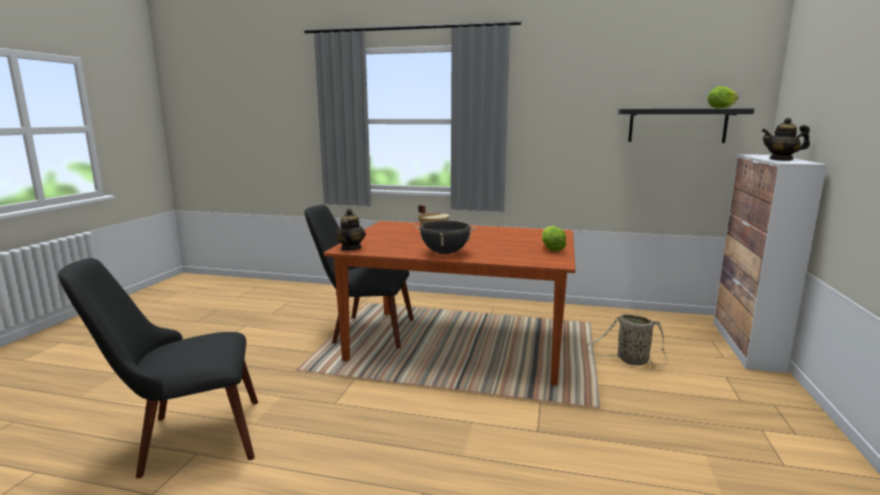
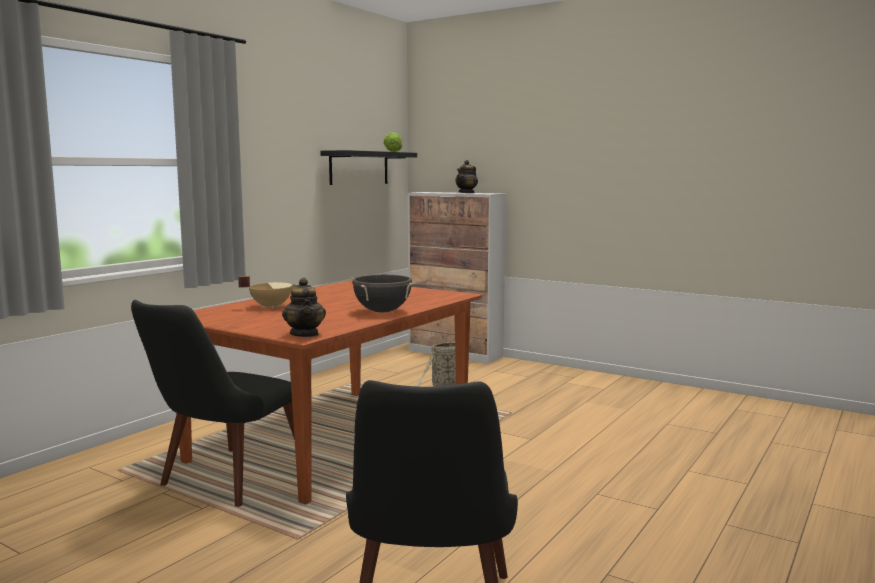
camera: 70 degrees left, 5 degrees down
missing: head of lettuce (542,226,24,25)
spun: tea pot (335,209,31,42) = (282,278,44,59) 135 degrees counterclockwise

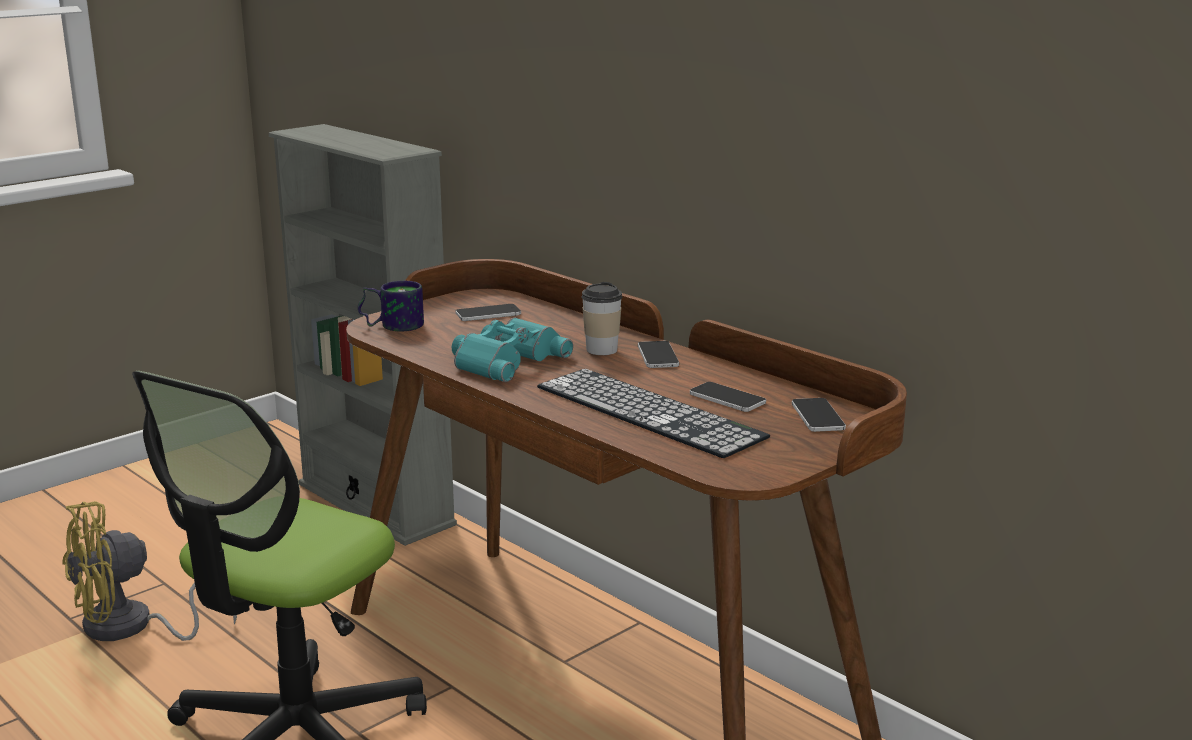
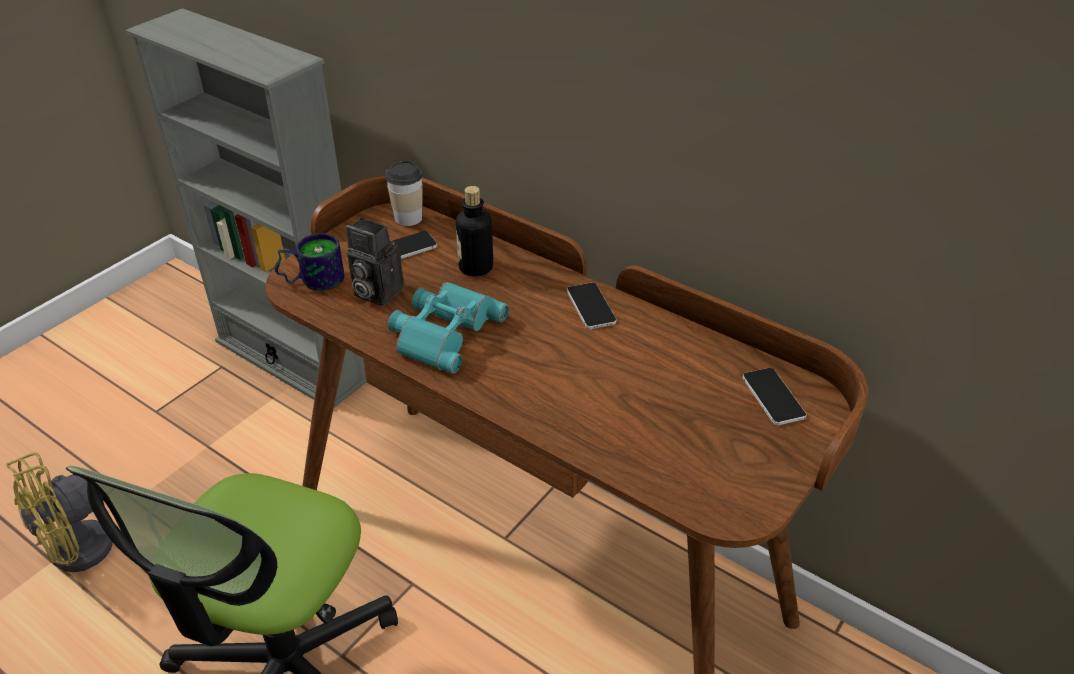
camera: 10 degrees left, 20 degrees up
missing: computer keyboard (537,369,233,89); handset (690,382,76,30)
appeared: still camera (346,218,58,88); bottle (456,186,37,90)
relocated: small cup (581,282,41,73) to (385,160,38,66)

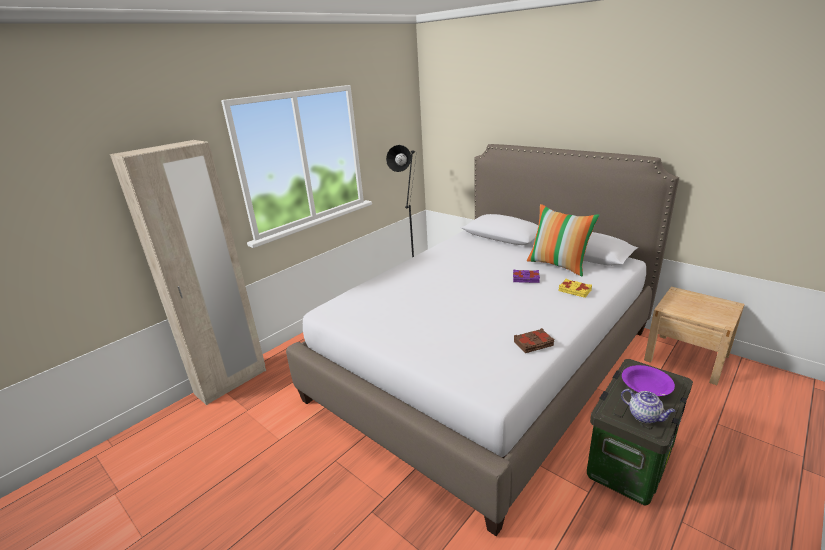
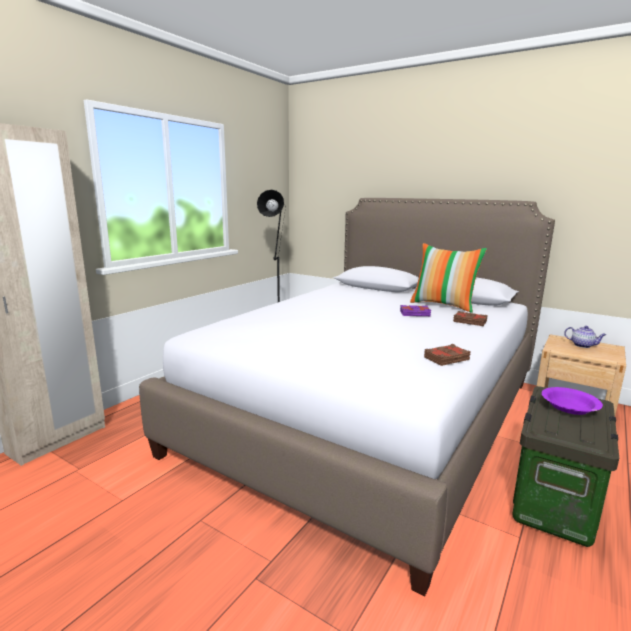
camera: 10 degrees left, 10 degrees down
relocated: tea pot (621,389,55,34) to (564,326,42,22)
colour: yellow bound book (558,279,34,19) to brown-coloured bound book (453,311,35,15)

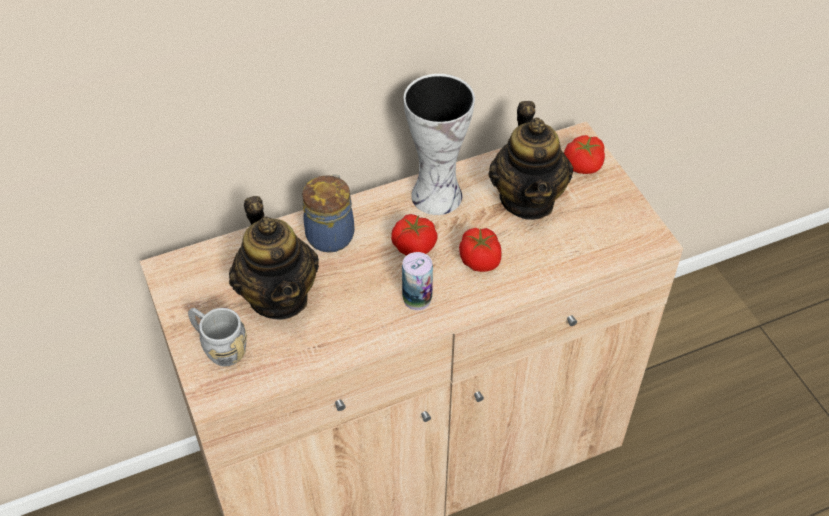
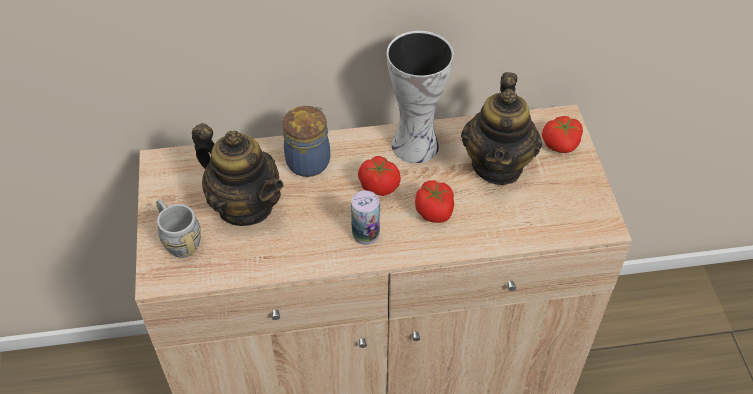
camera: 15 degrees right, 0 degrees up
spun: tea pot (229,196,90,124) = (192,123,91,103) 45 degrees counterclockwise

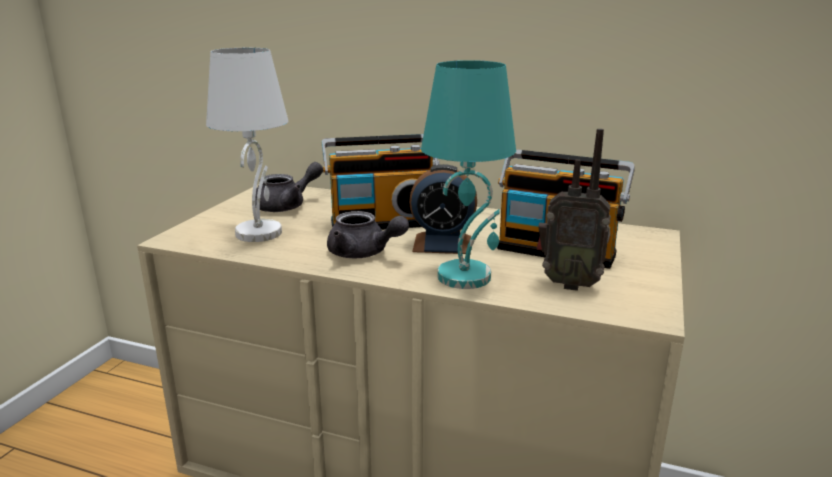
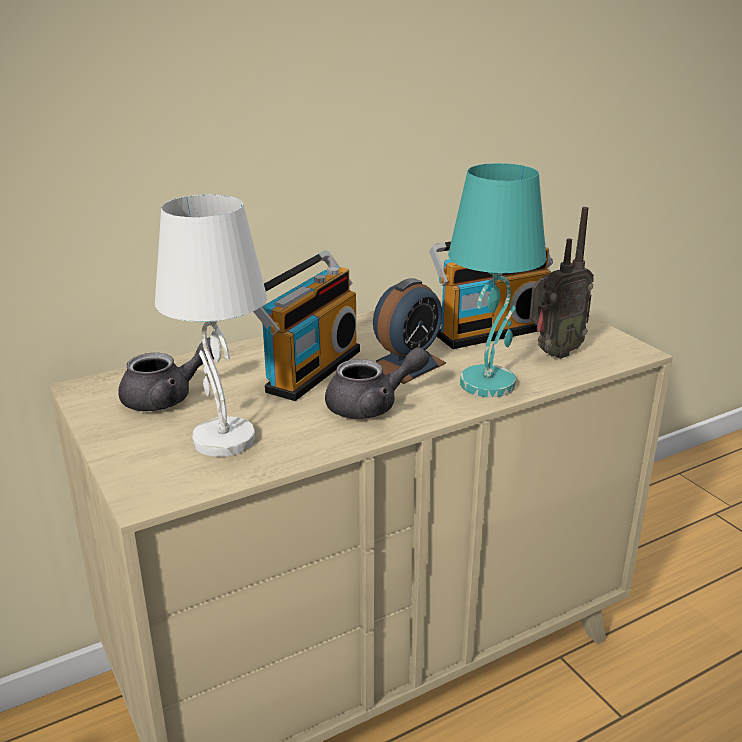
camera: 50 degrees left, 5 degrees up
spun: greyish tea pot (255,162,68,50) = (118,338,96,73) 60 degrees clockwise

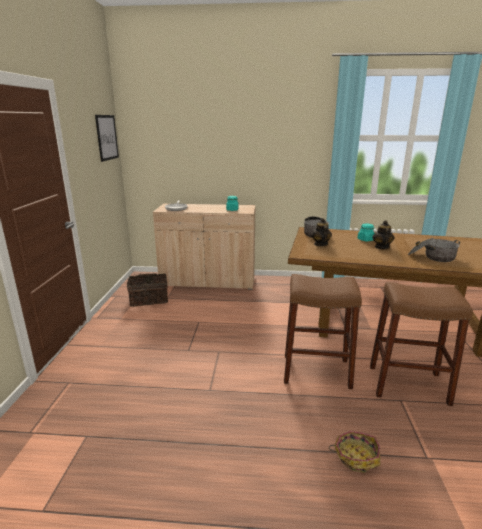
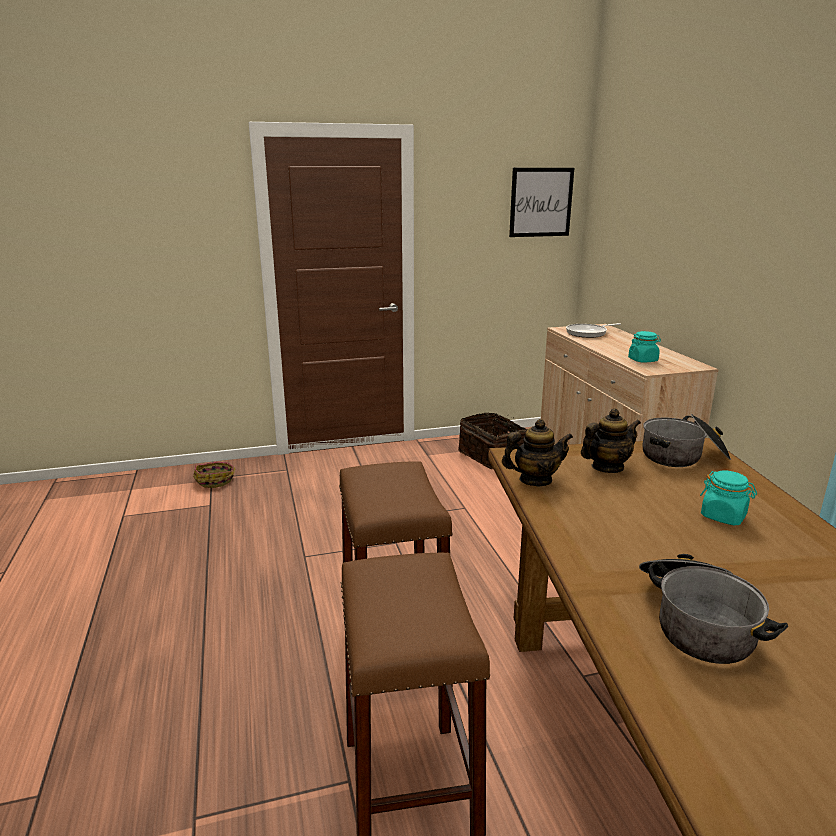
camera: 70 degrees right, 0 degrees up
relocated: storage basket (329,431,51,42) to (193,462,43,26); tea pot (372,220,22,29) to (502,419,71,67)

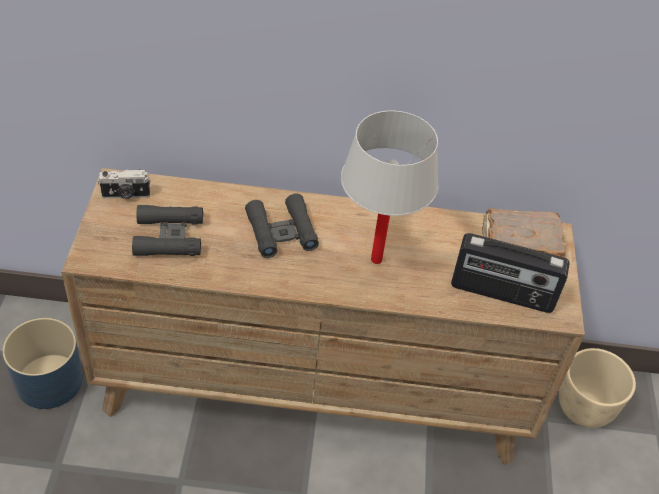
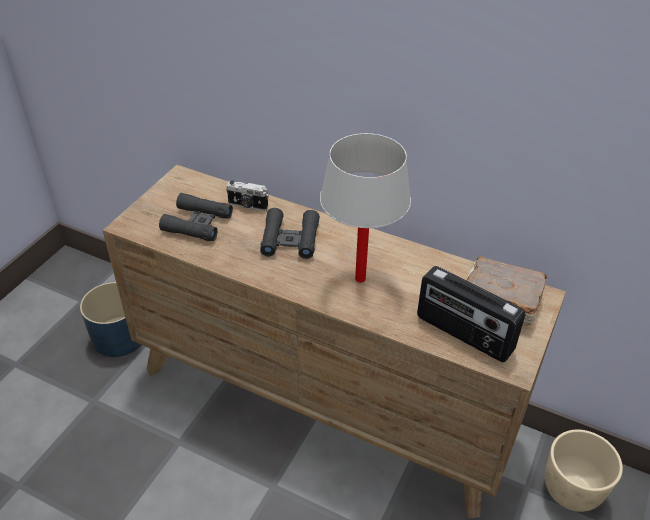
camera: 25 degrees right, 5 degrees down
relocated: still camera (98,170,53,29) to (226,180,43,31)

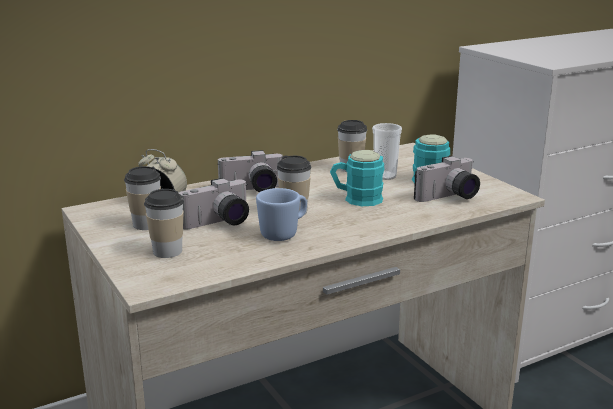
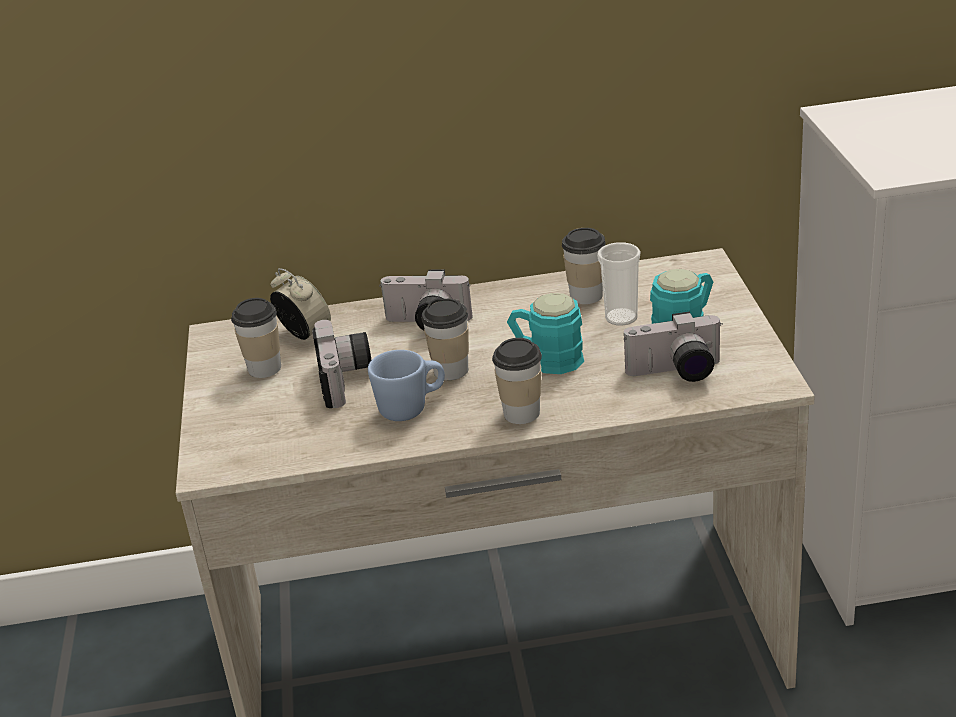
camera: 25 degrees right, 10 degrees up
relocated: small cup (144,189,40,69) to (492,338,50,86)
spun: still camera (179,178,70,51) = (312,320,59,88) 90 degrees counterclockwise

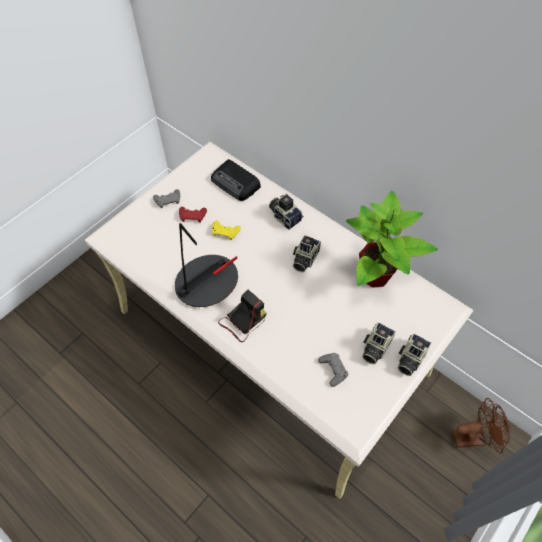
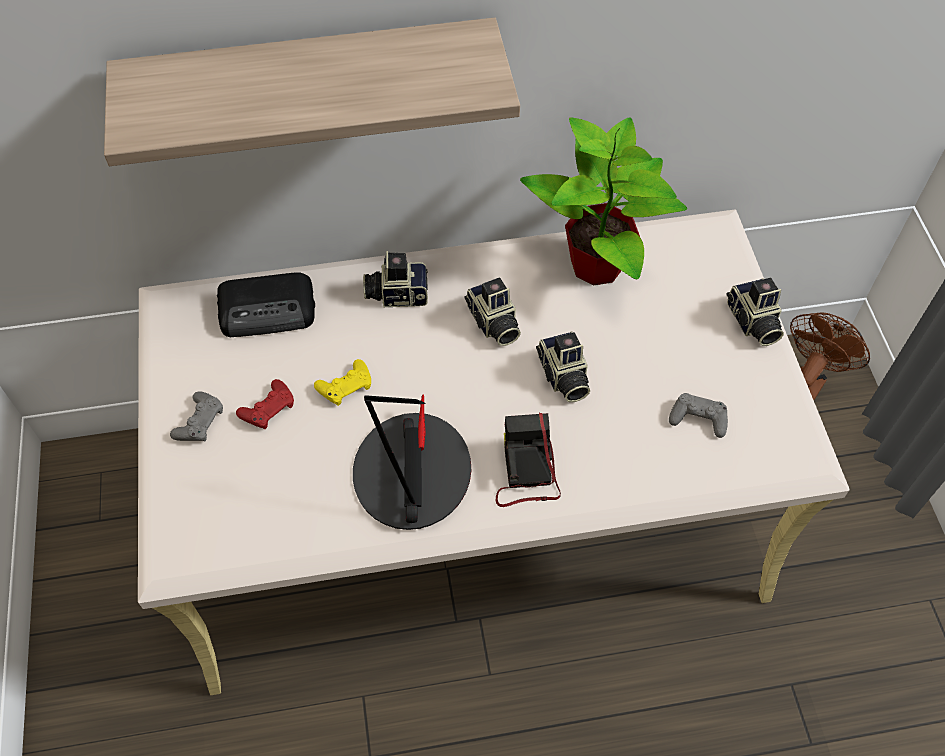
camera: 50 degrees left, 0 degrees up
appeared: shelf (104,17,416,149)
relocated: still camera (362,323,34,41) to (536,331,54,71)

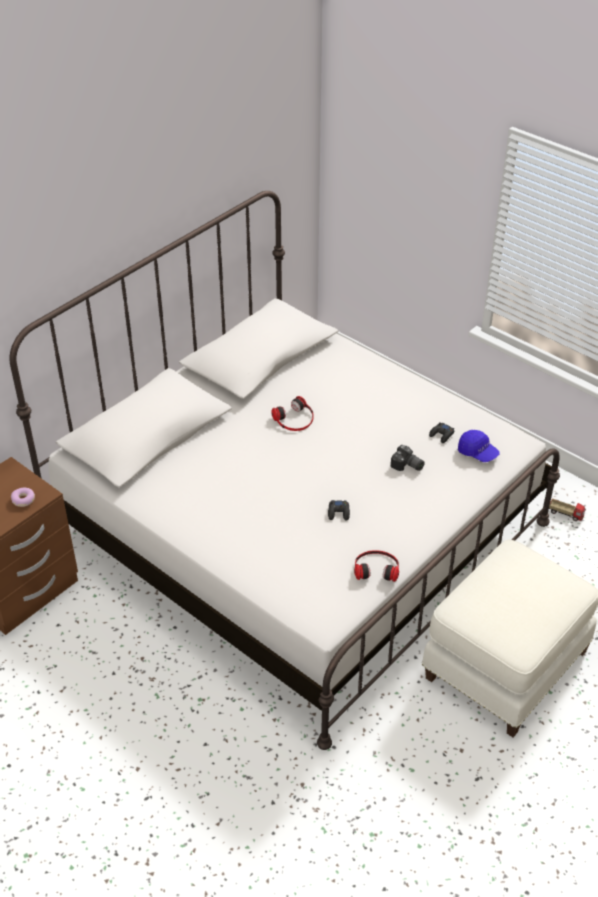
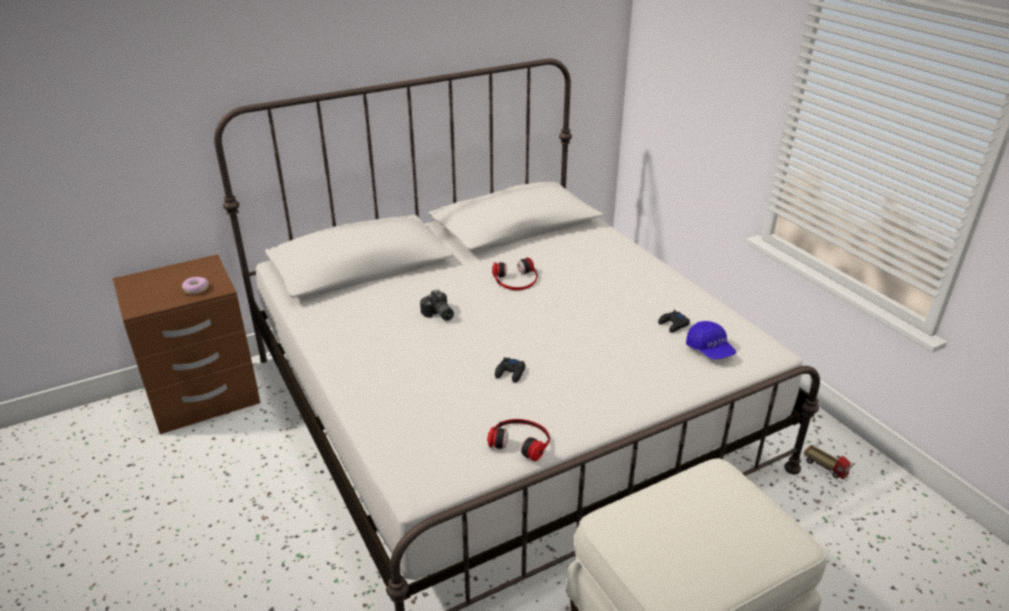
camera: 20 degrees right, 10 degrees down
relocated: still camera (391,445,34,26) to (420,290,34,31)

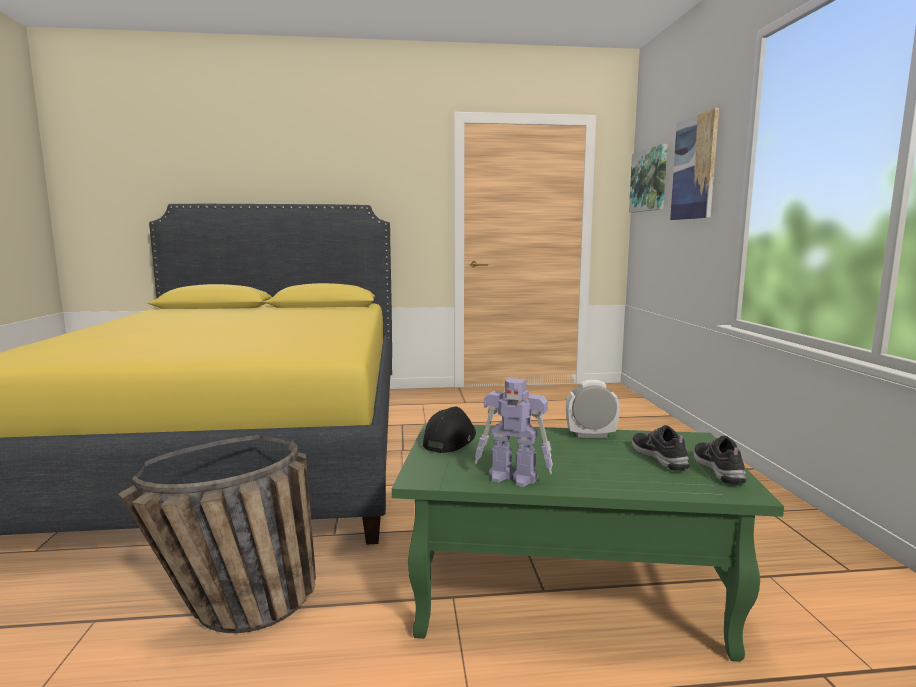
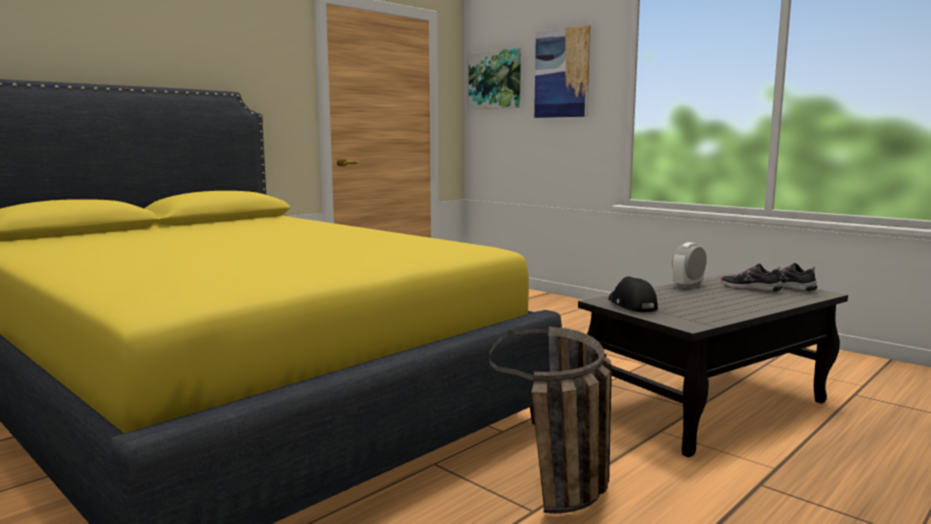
camera: 40 degrees left, 0 degrees up
missing: toy robot (474,378,79,109)
colour: green-coloured lounge table (392,423,392,239) to black lounge table (578,273,270,184)

